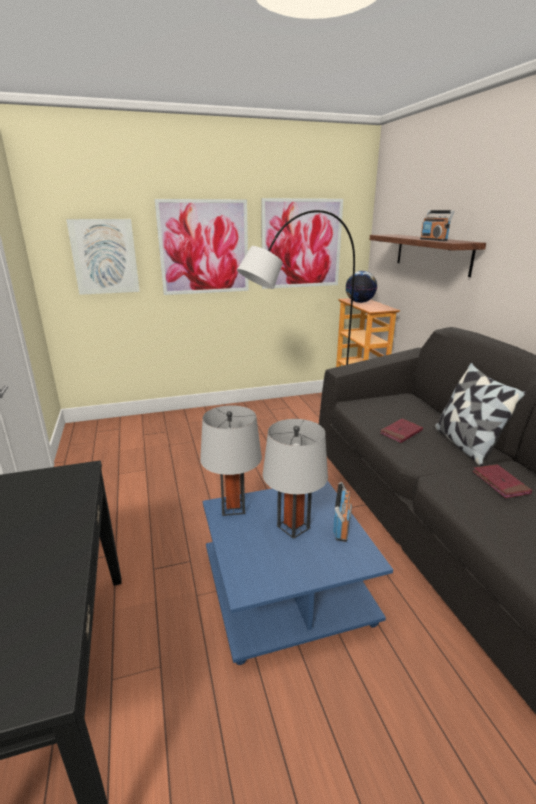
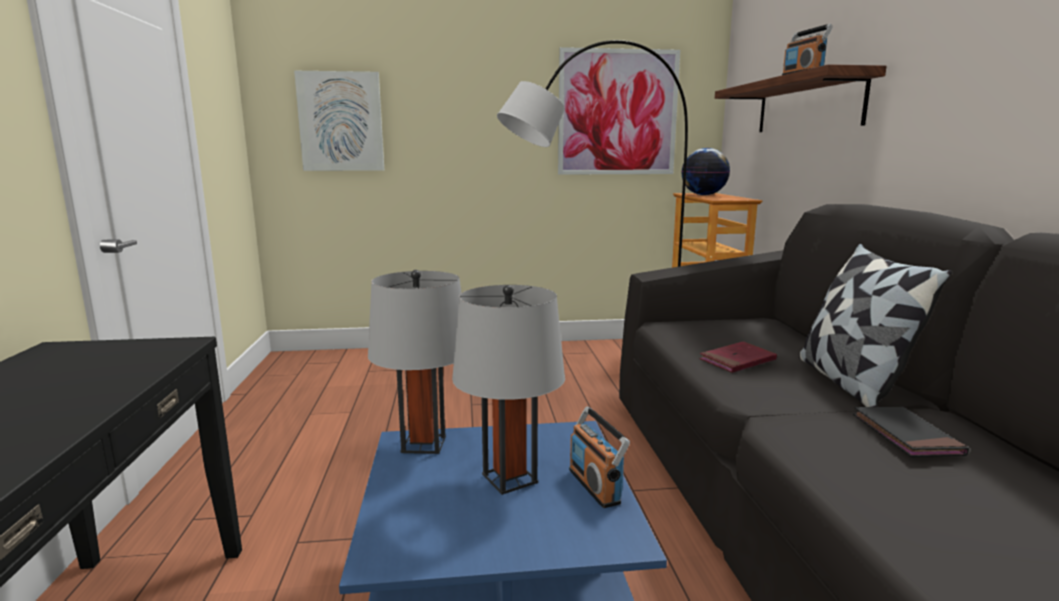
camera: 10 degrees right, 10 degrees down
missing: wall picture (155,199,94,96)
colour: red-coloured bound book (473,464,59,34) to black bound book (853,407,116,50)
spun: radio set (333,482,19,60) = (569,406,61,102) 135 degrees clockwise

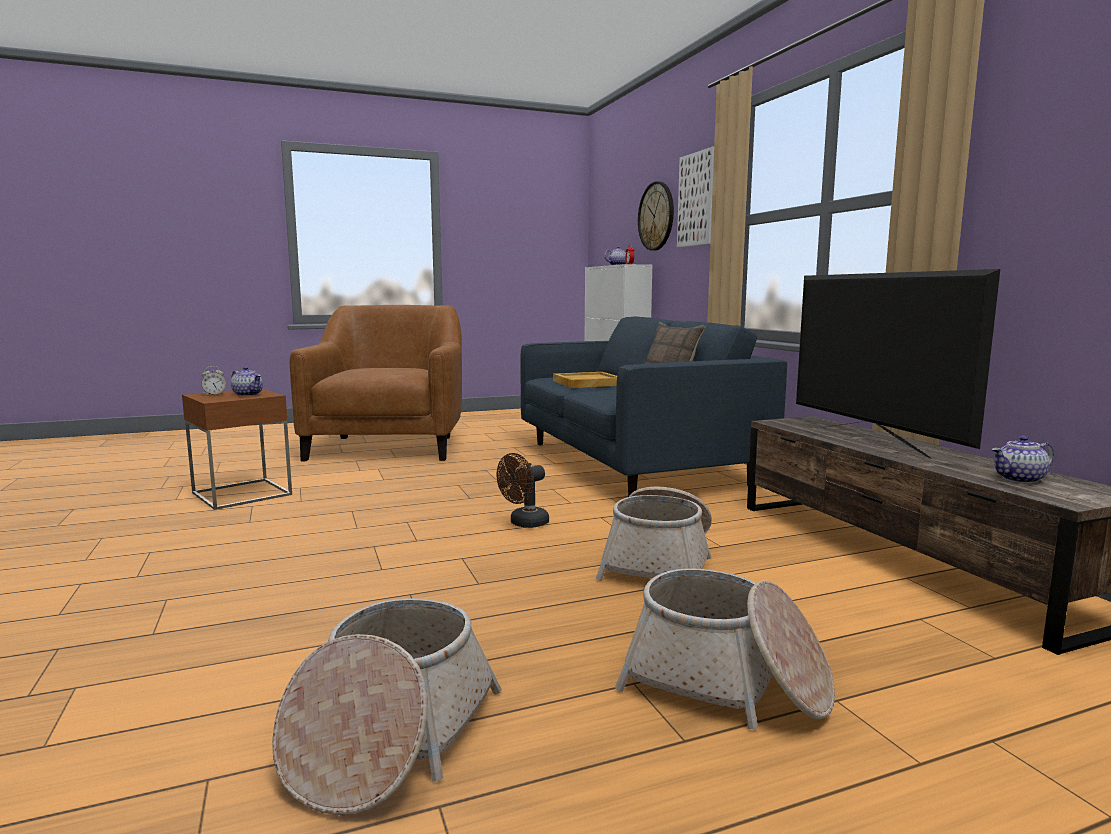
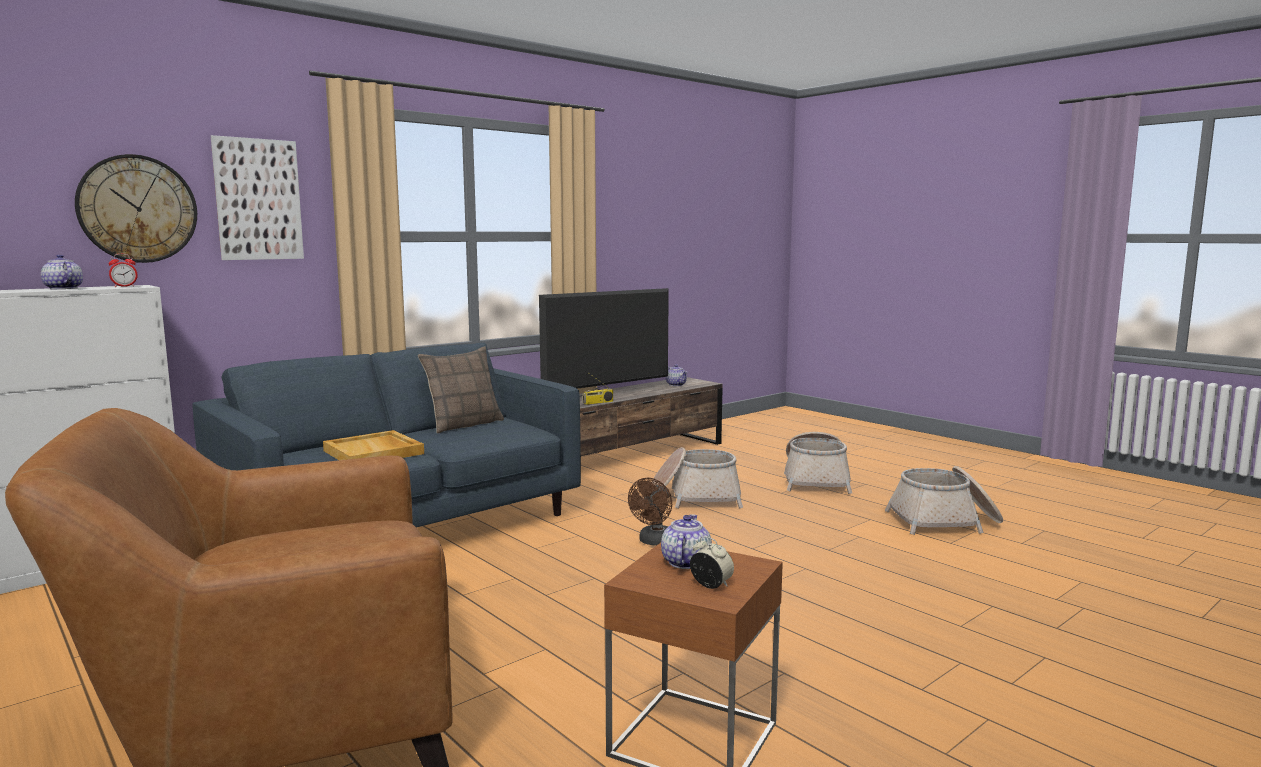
camera: 110 degrees left, 0 degrees up
appeared: radio set (583,374,30,31)
spun: brown-coloured electric fan (496,453,53,75) = (628,478,44,68) 90 degrees clockwise

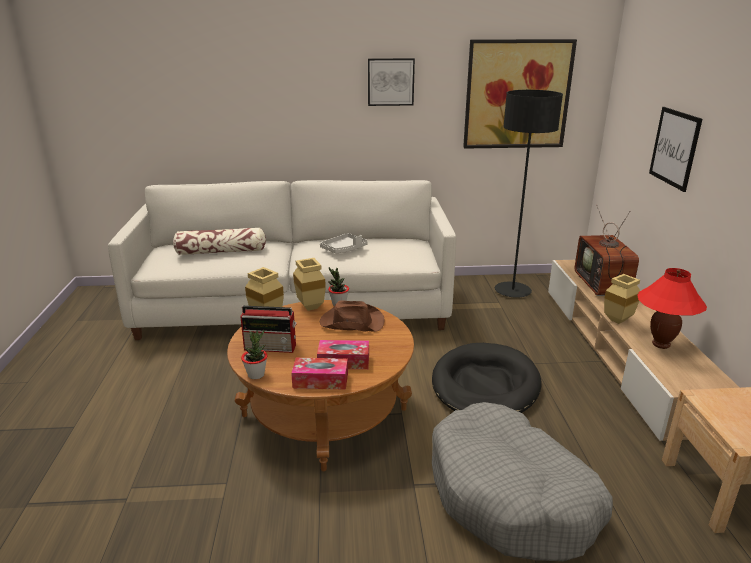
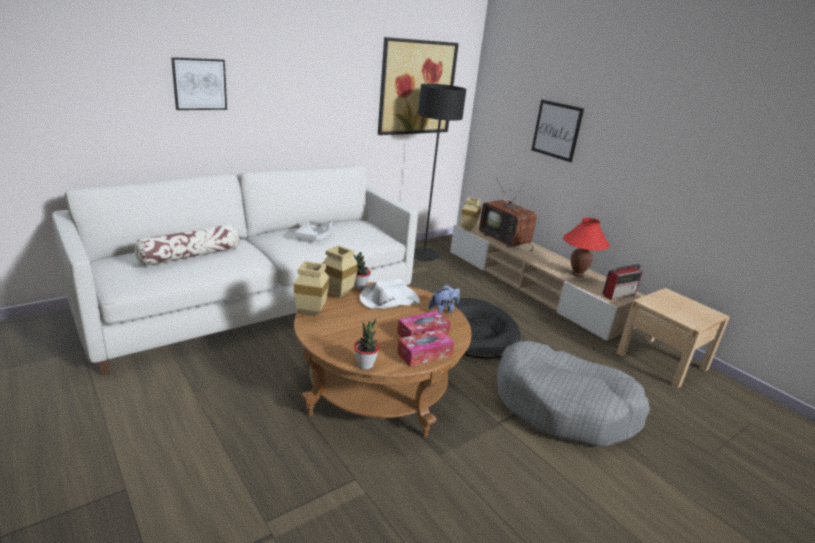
camera: 35 degrees left, 0 degrees up
appeared: cuddly toy (429,285,31,29)
relocated: radio set (240,306,57,47) to (602,264,41,36); wall picture (368,58,47,48) to (171,57,56,53); beige-coloured vase (604,274,36,50) to (461,197,20,34)
colour: brown-coloured clothing hat (320,300,64,32) to white-coloured clothing hat (360,279,60,30)

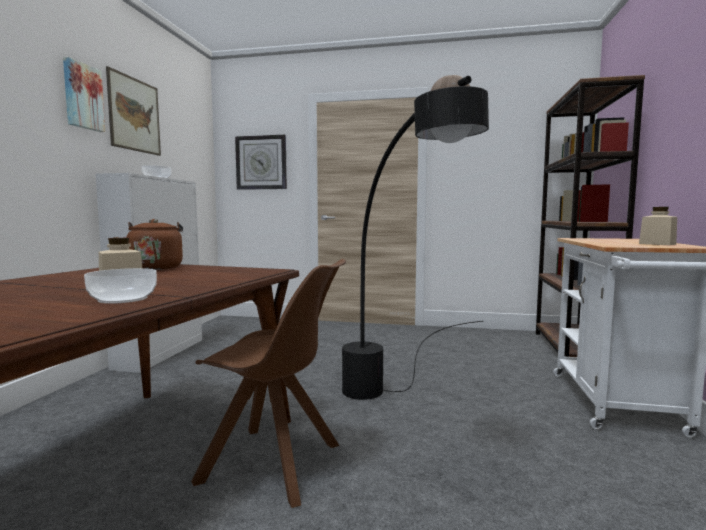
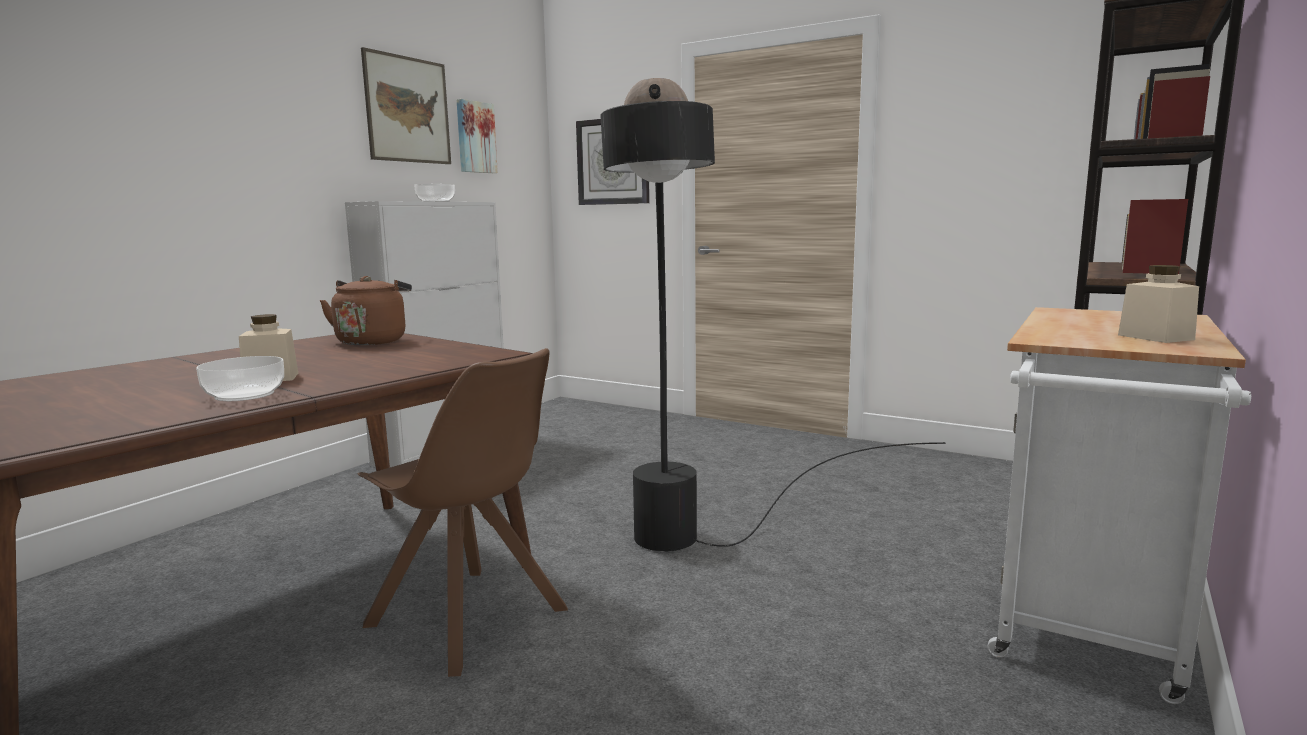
camera: 20 degrees right, 5 degrees up
relocated: wall picture (63,57,42,75) to (456,99,42,74)

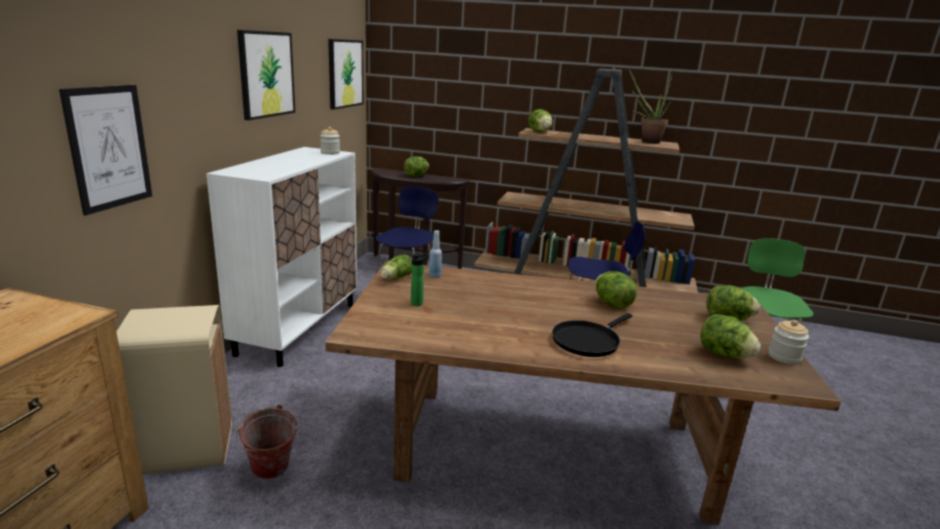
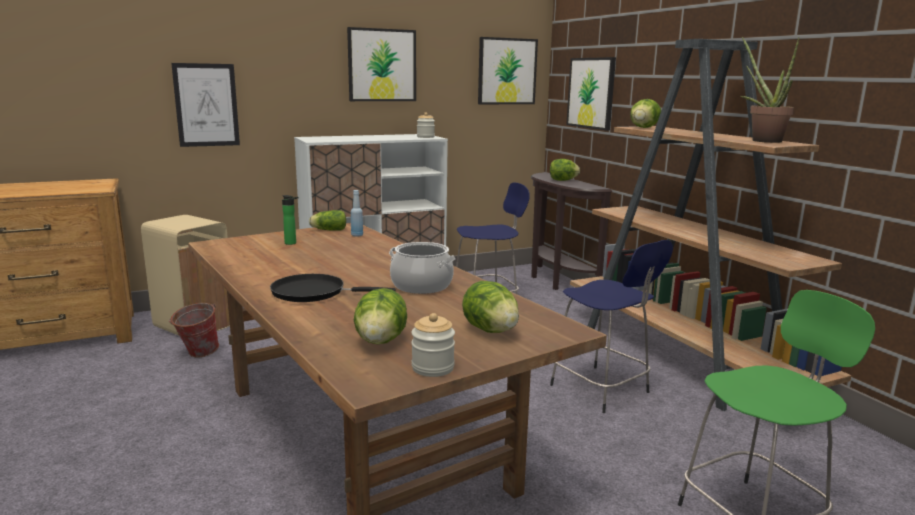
camera: 50 degrees right, 5 degrees down
appeared: wall picture (566,57,50,73)
exchanged: head of lettuce (595,271,42,38) to cooking pot (389,242,66,52)

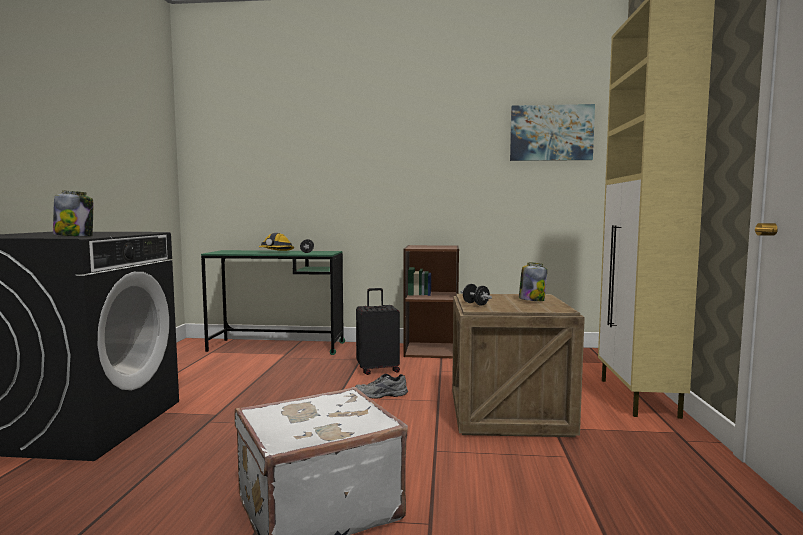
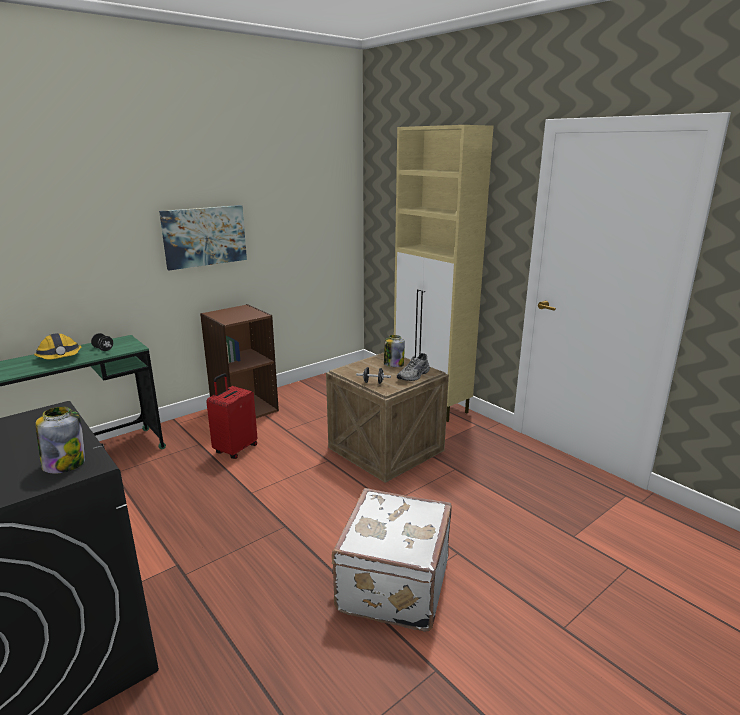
camera: 45 degrees left, 15 degrees up
relocated: greyish item of footwear (355,374,53,25) to (397,353,33,28); wall picture (510,104,85,57) to (159,205,88,65)
colour: black piece of luggage (356,288,44,87) to red-coloured piece of luggage (206,373,51,86)

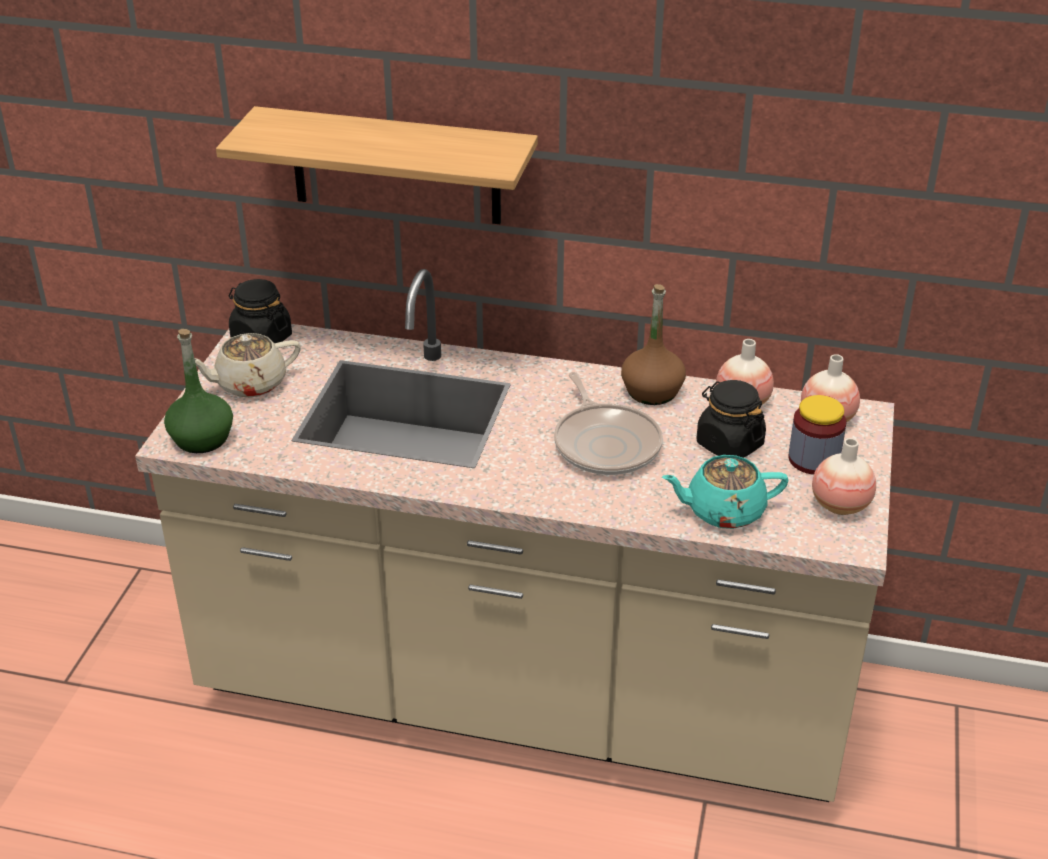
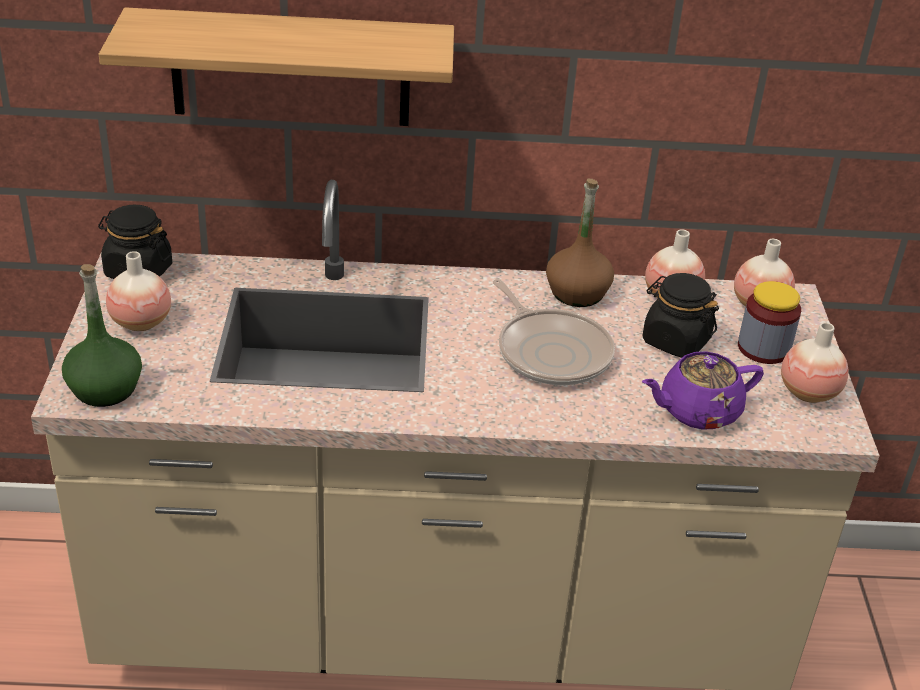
camera: 15 degrees left, 0 degrees up
exchanged: beige-coloured tea pot (194,333,106,65) to vase (106,251,65,80)
colour: turquoise-coloured tea pot (662,455,126,74) to purple-coloured tea pot (642,351,122,79)

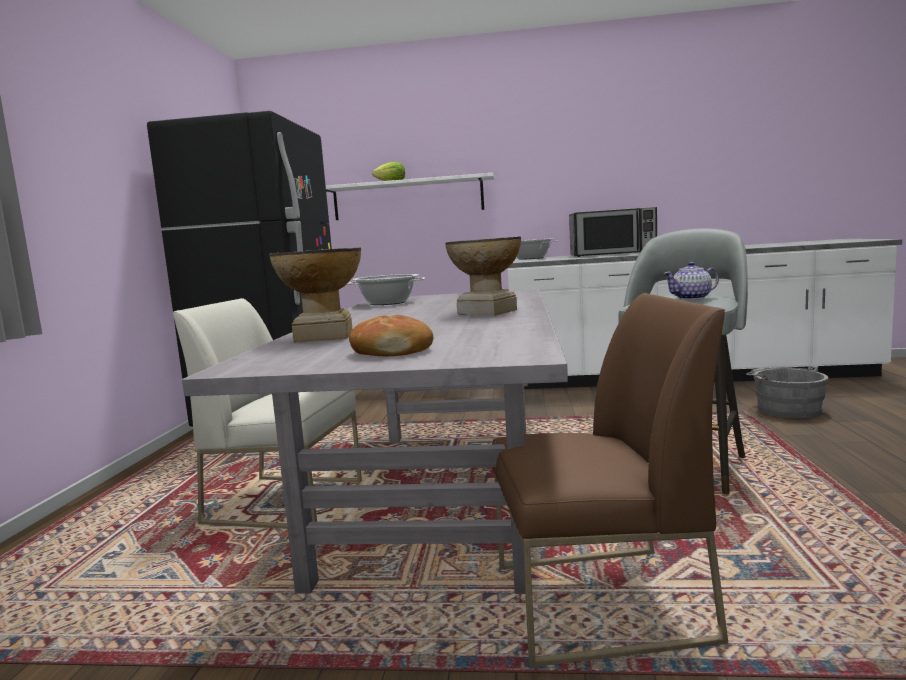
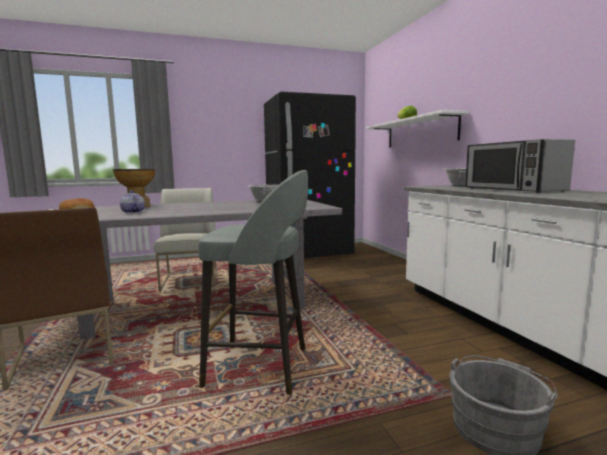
camera: 65 degrees right, 0 degrees up
missing: vase (445,236,76,80)
relocated: tea pot (663,262,56,38) to (120,190,25,23)

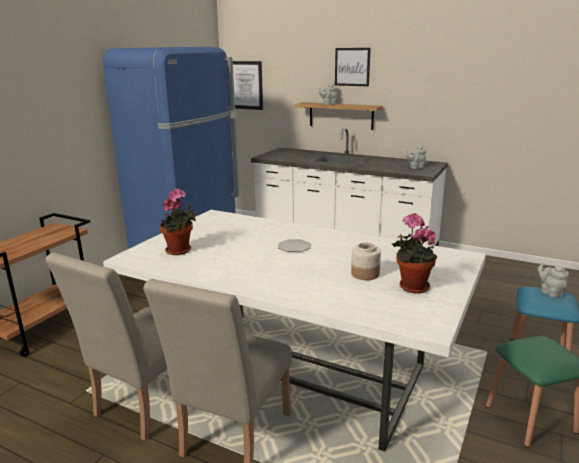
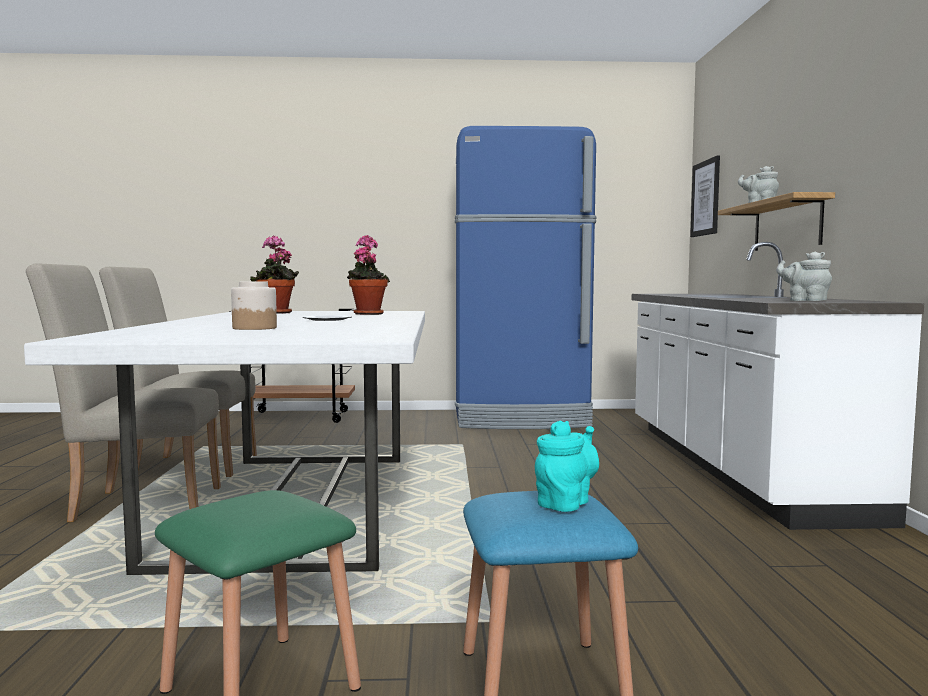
camera: 60 degrees right, 15 degrees down
missing: wall picture (335,48,36,38)
relocated: houseplant (392,213,45,80) to (347,235,43,80)
colour: greyish tea pot (538,263,31,35) to turquoise-coloured tea pot (535,420,64,92)

